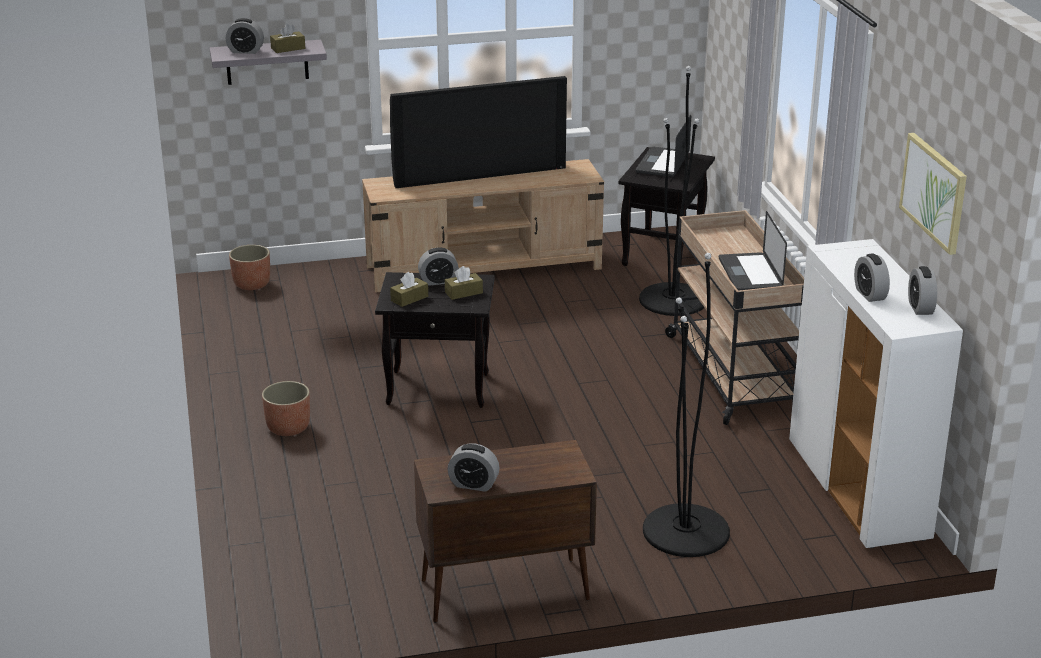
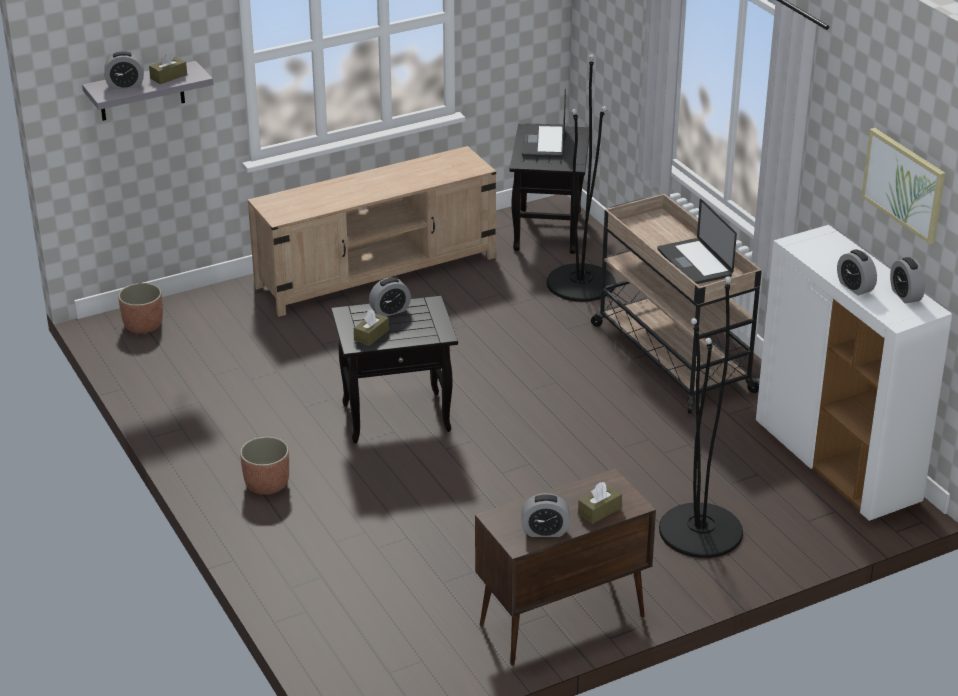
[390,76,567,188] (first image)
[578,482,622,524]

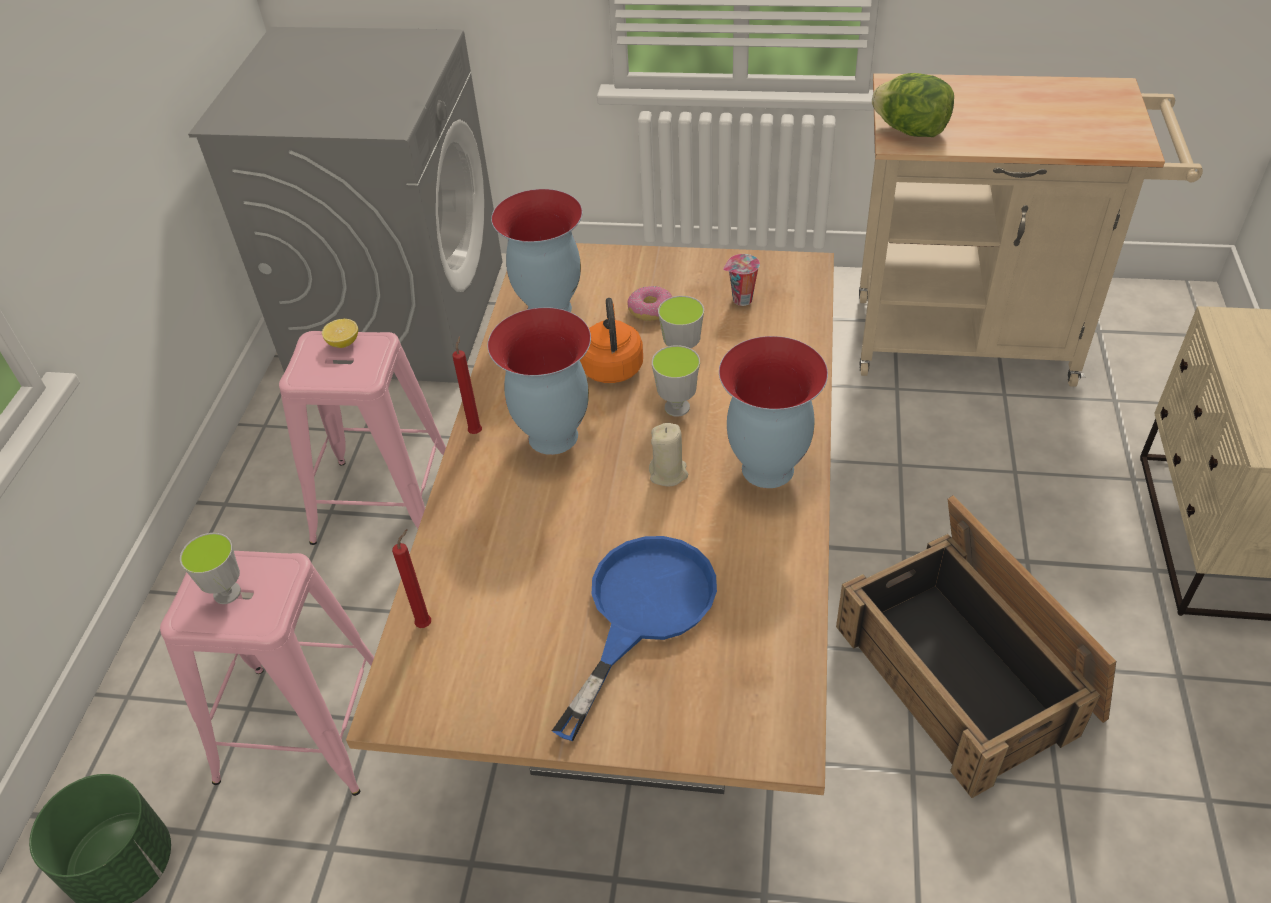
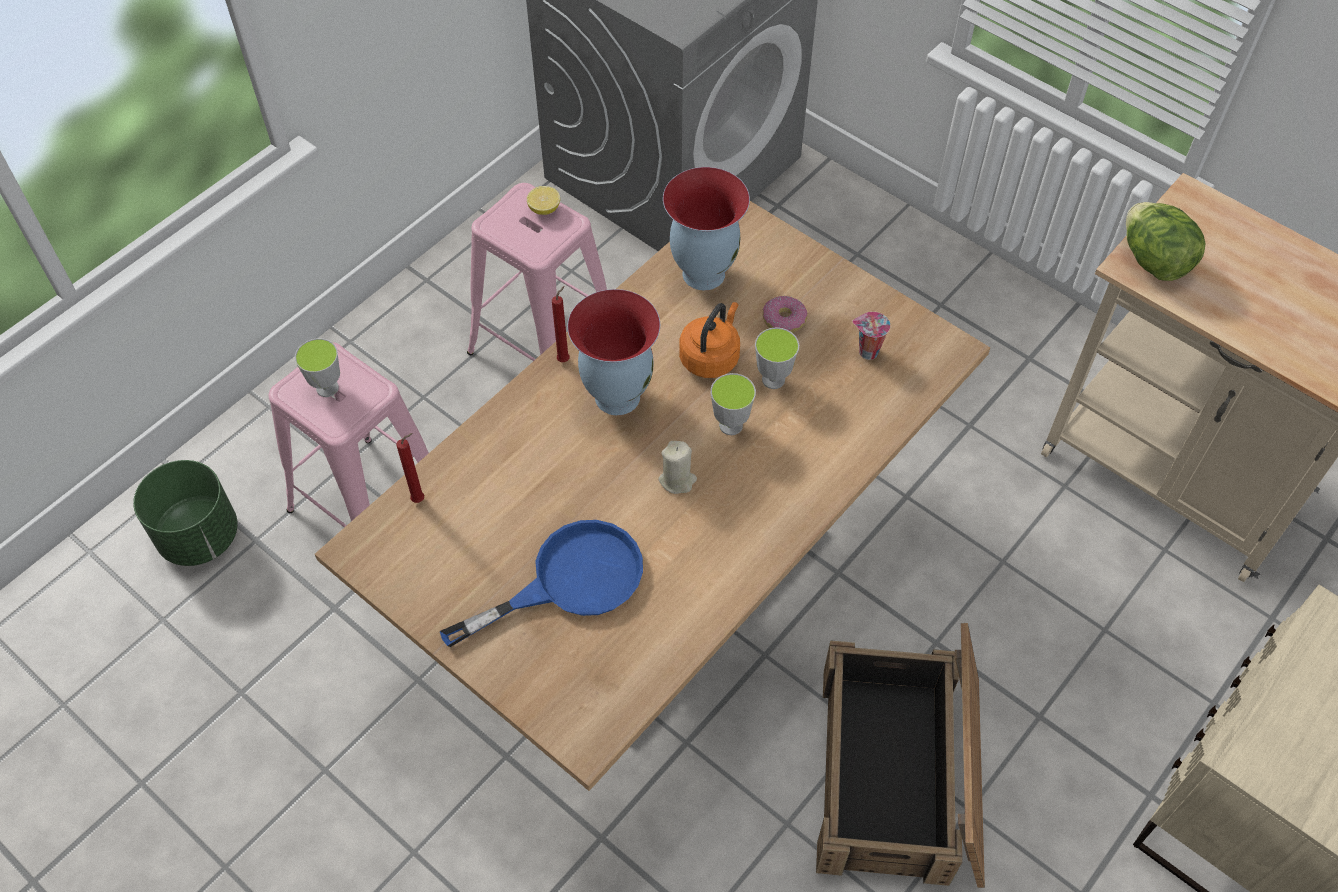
[719,336,828,488] (first image)

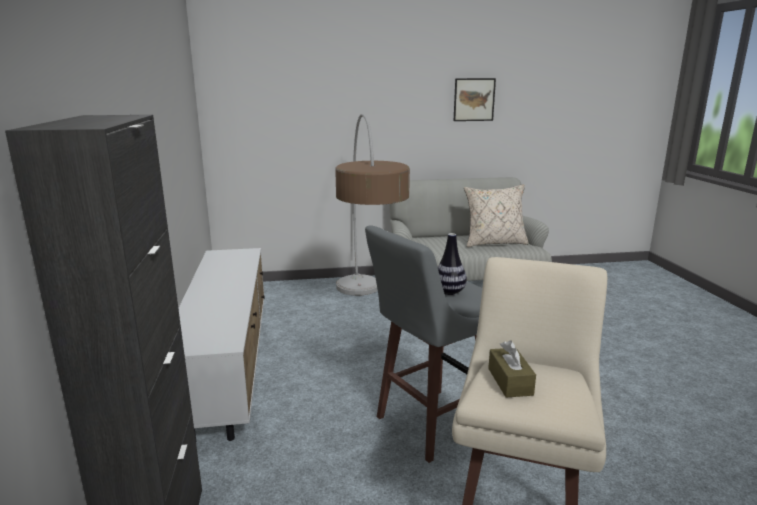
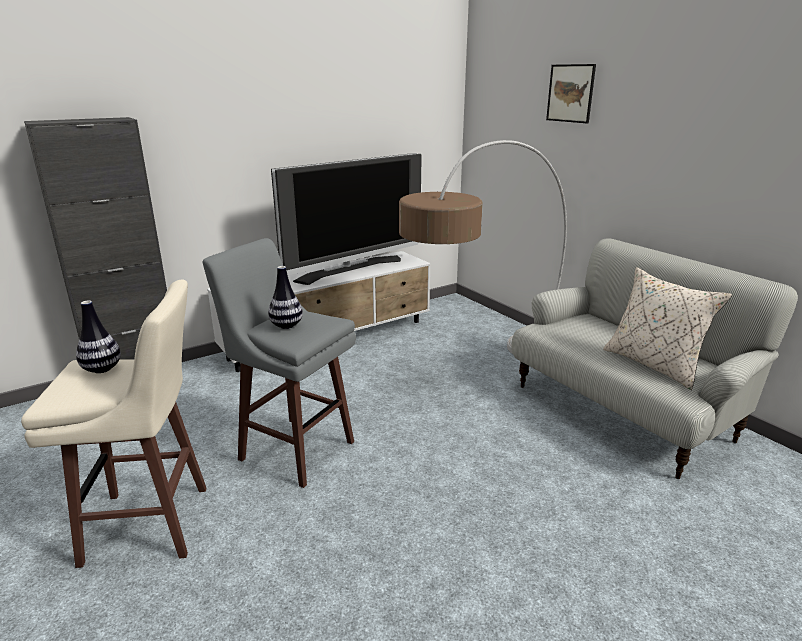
[546,64,596,123]
[76,300,121,373]
[271,153,422,285]

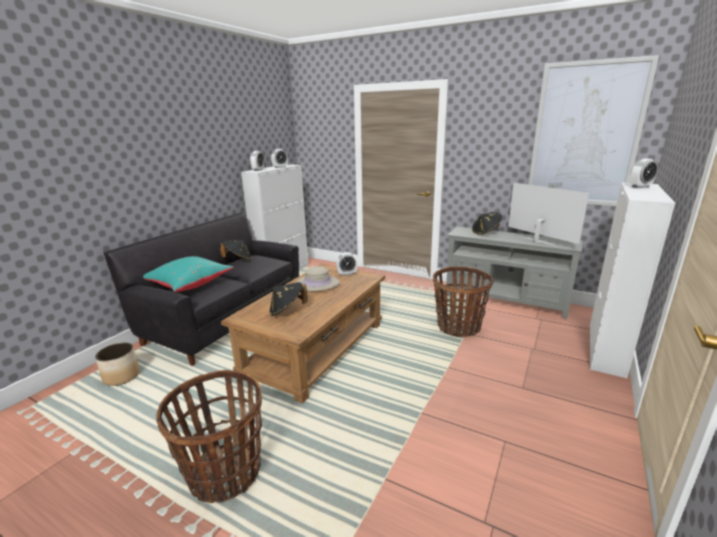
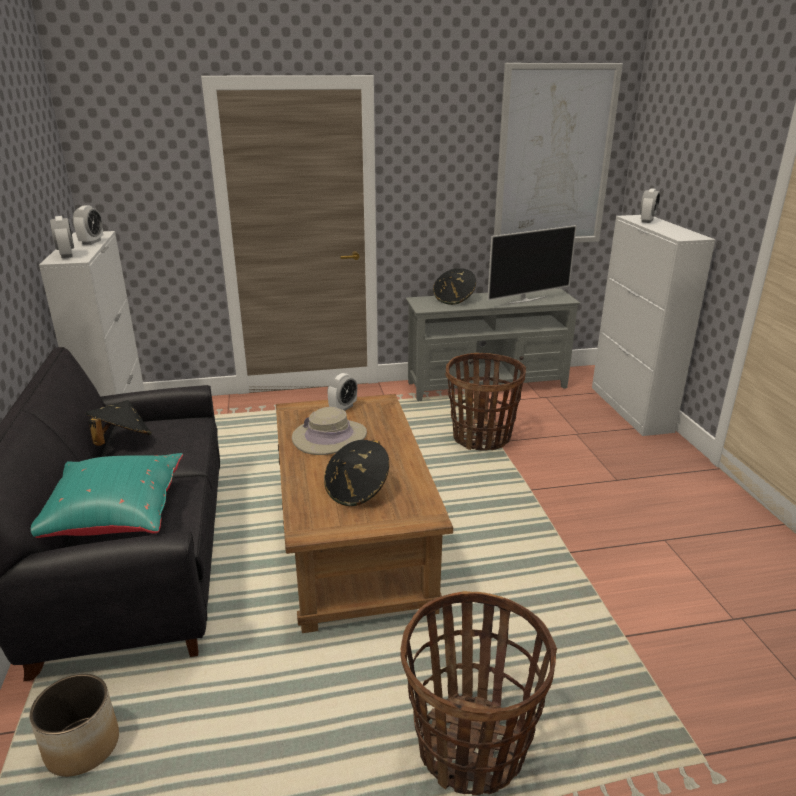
[487,225,576,304]

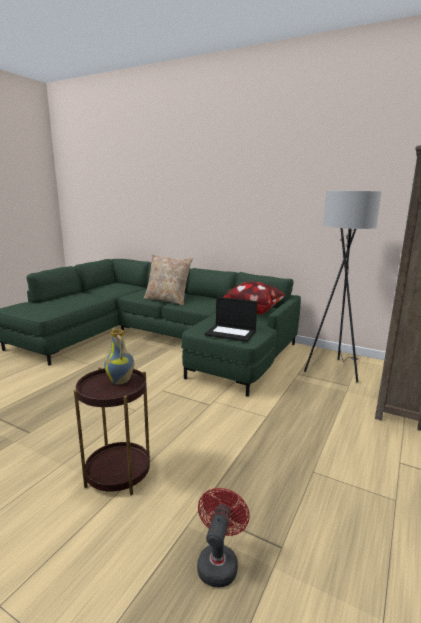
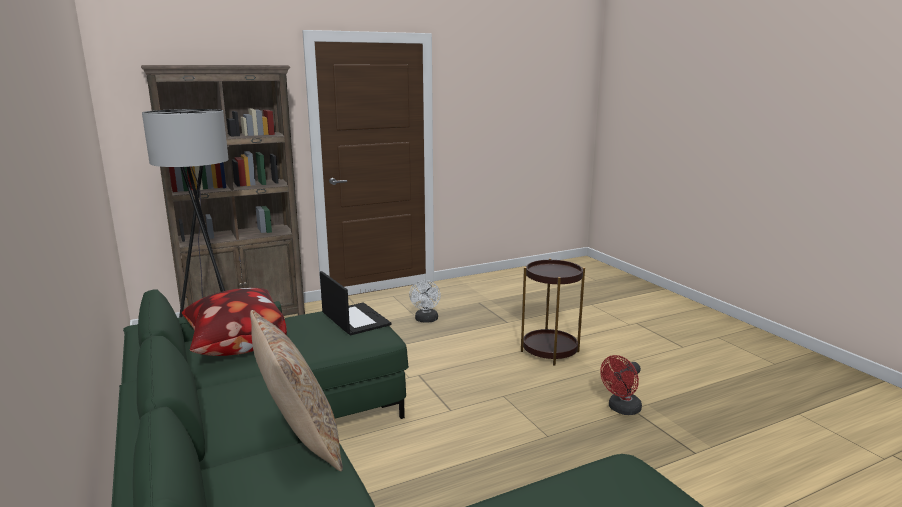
[104,329,135,384] (first image)
[600,355,642,415]
[409,280,441,322]

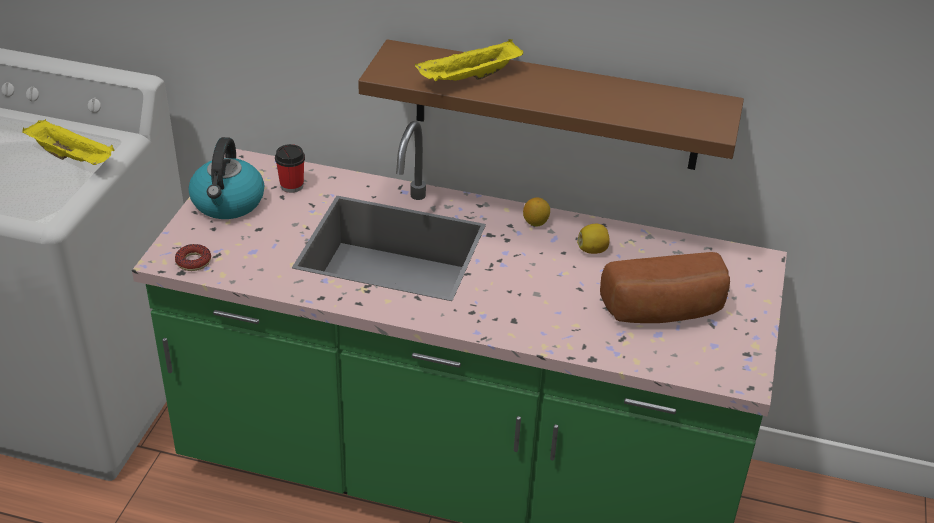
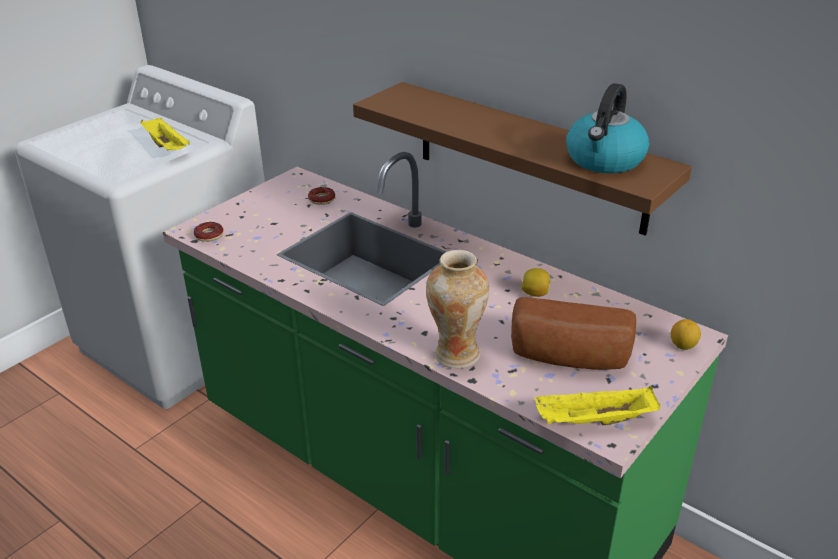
[566,83,649,173]
[308,187,335,205]
[535,386,660,425]
[671,319,701,350]
[426,250,489,369]

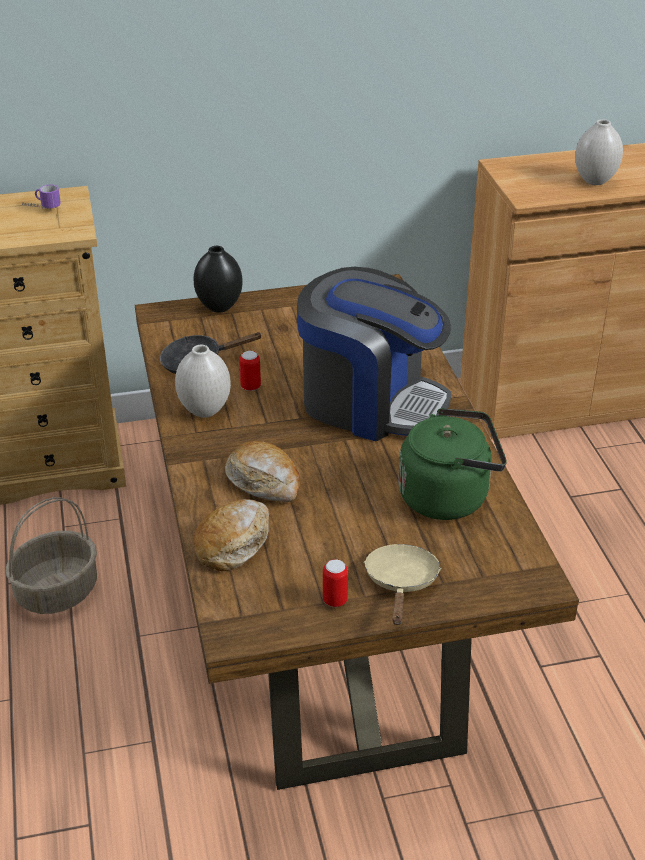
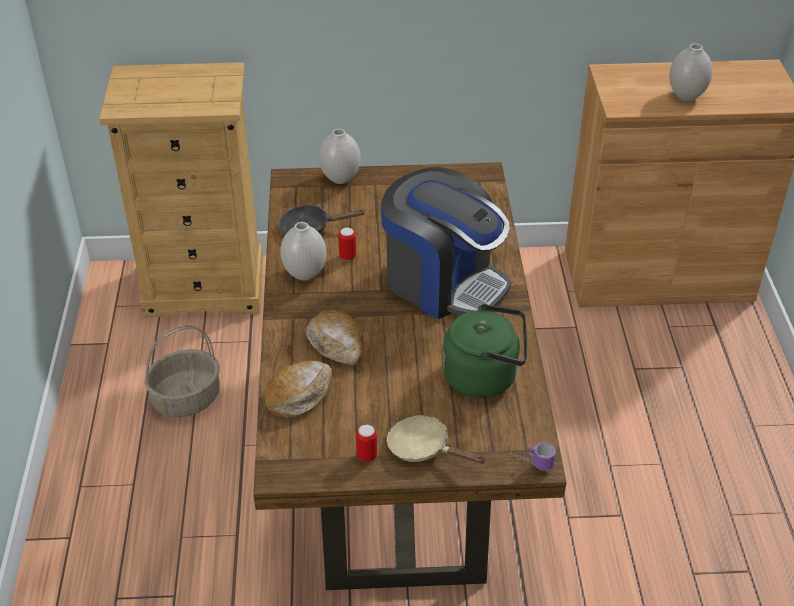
[510,442,556,471]
[319,129,360,184]
[387,415,485,464]

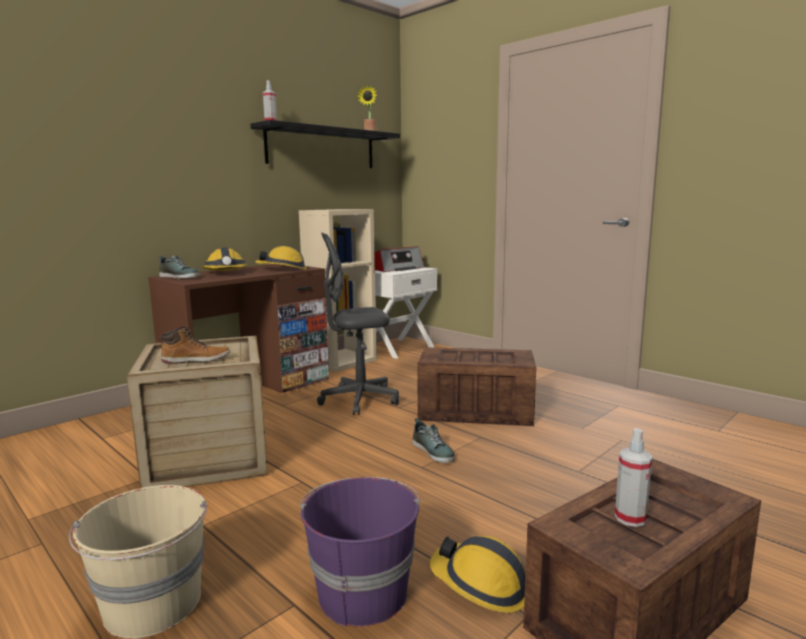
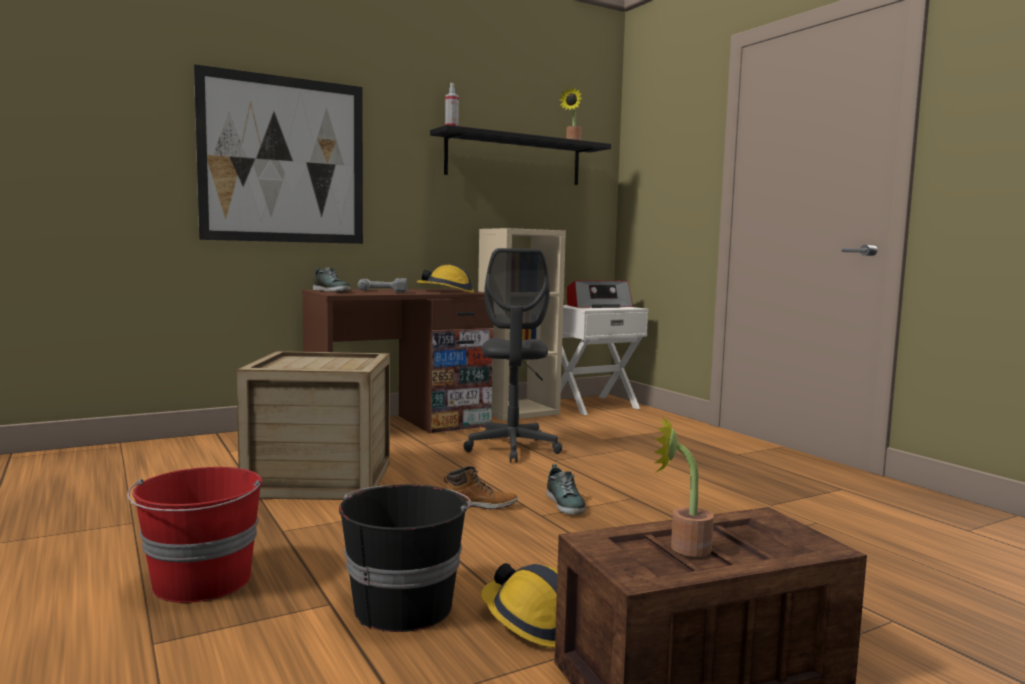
[127,467,262,603]
[444,466,518,509]
[358,278,407,293]
[339,484,471,632]
[463,248,562,462]
[417,347,536,426] (first image)
[654,415,714,557]
[194,64,363,244]

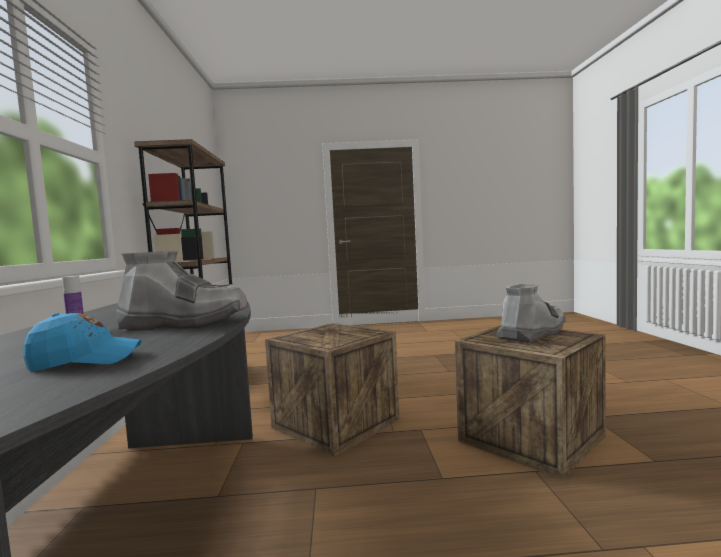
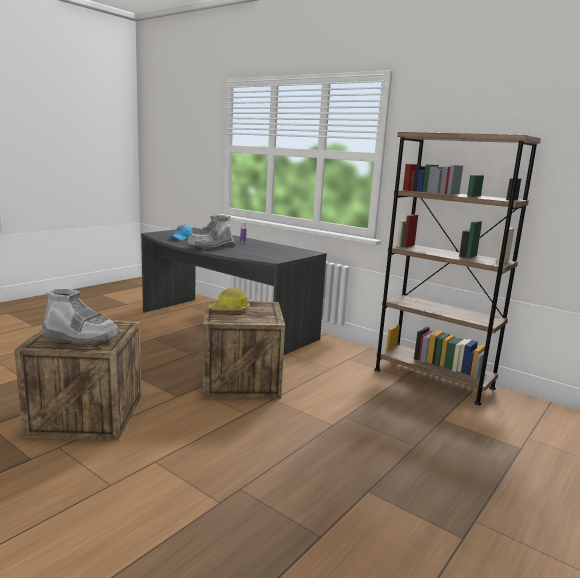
[41,289,120,346]
[208,288,250,310]

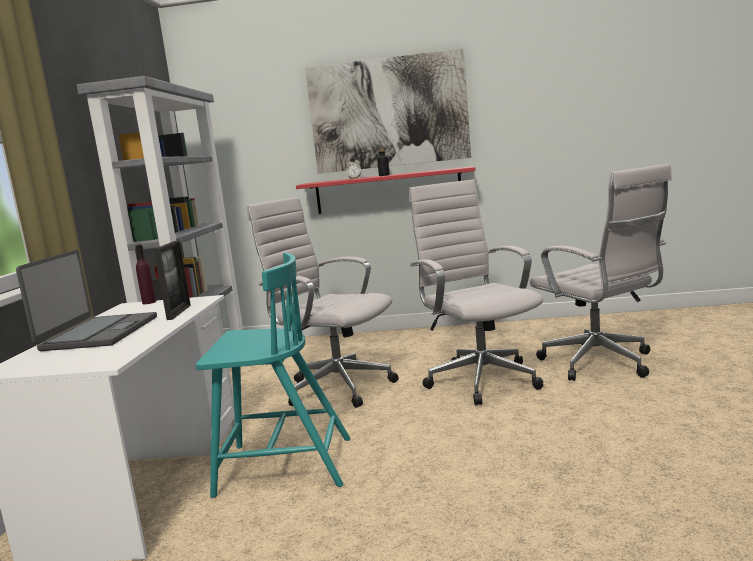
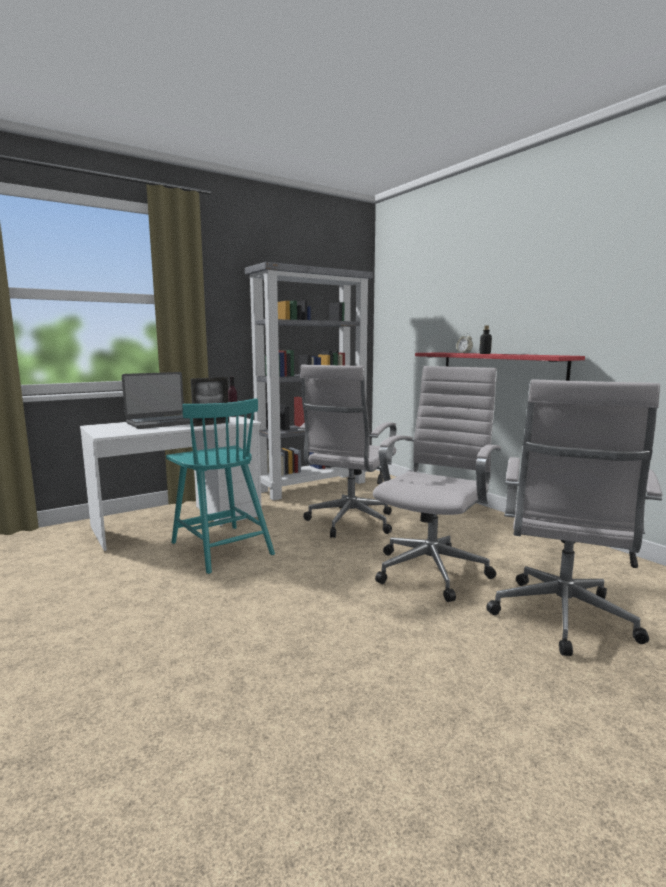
[298,365,397,538]
[305,48,471,173] (first image)

